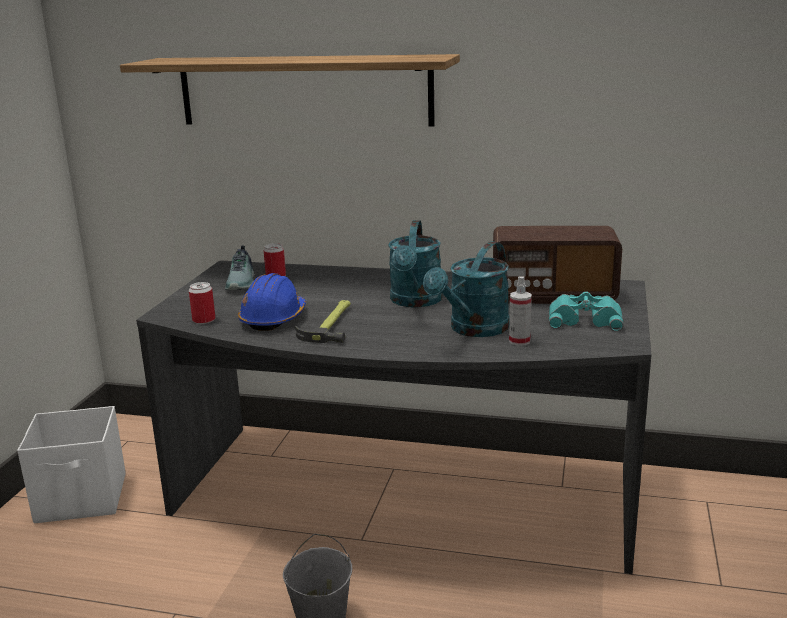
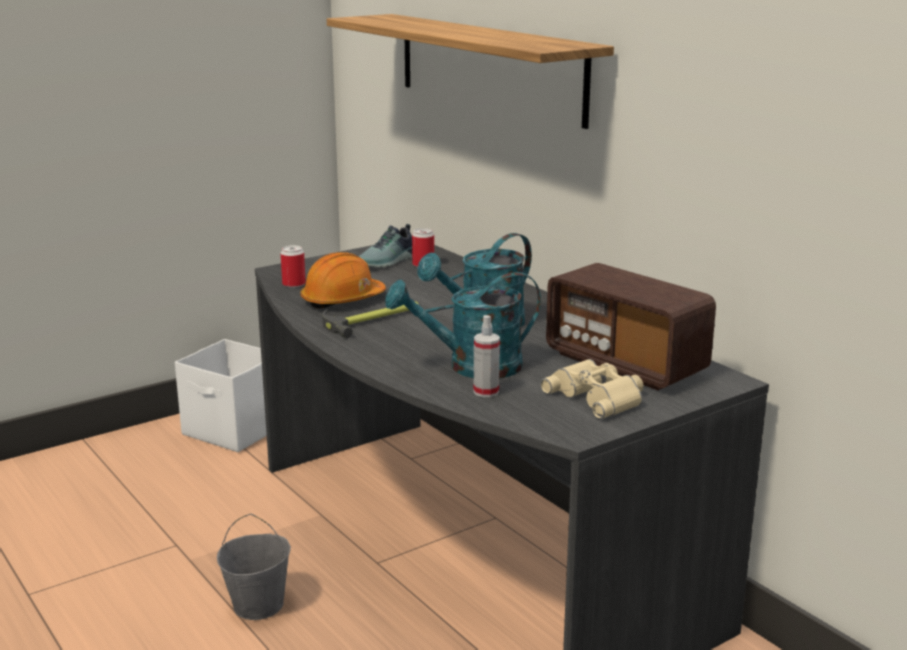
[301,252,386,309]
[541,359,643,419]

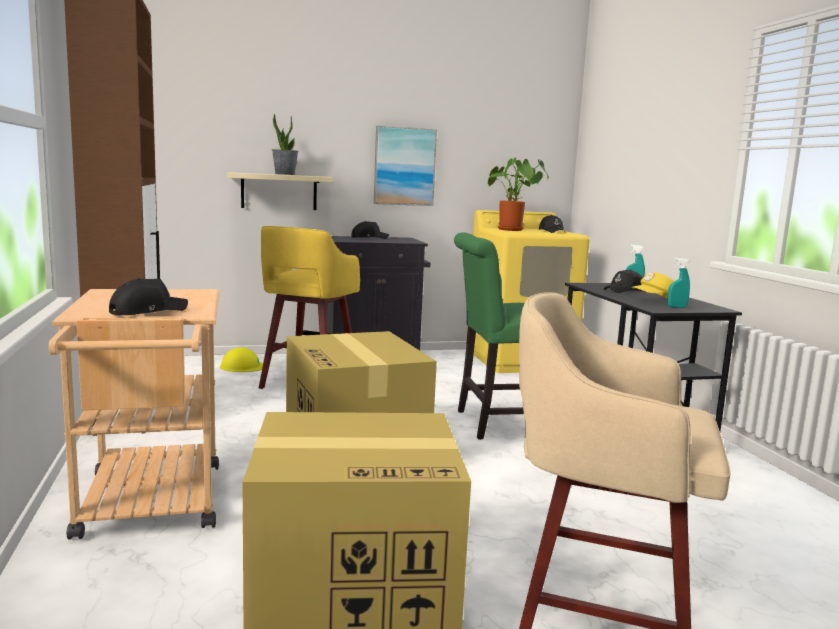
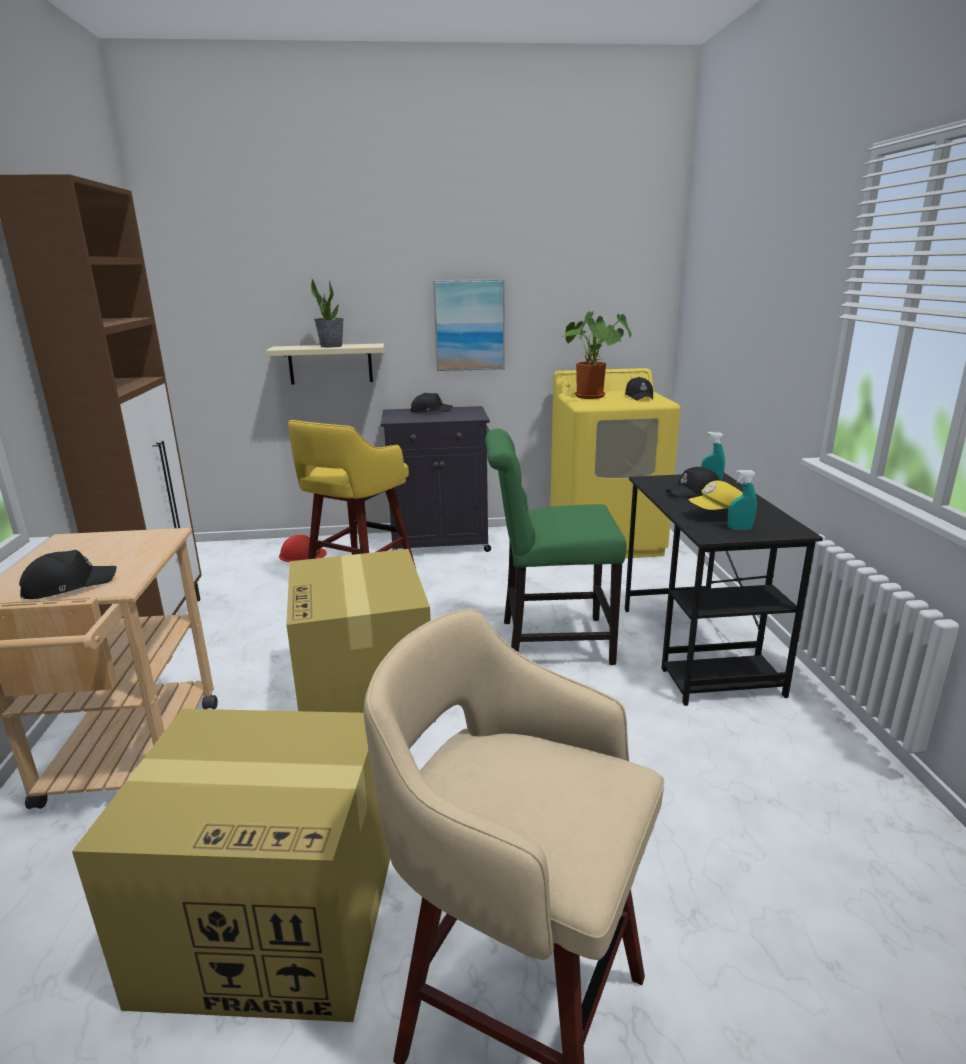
[279,535,327,562]

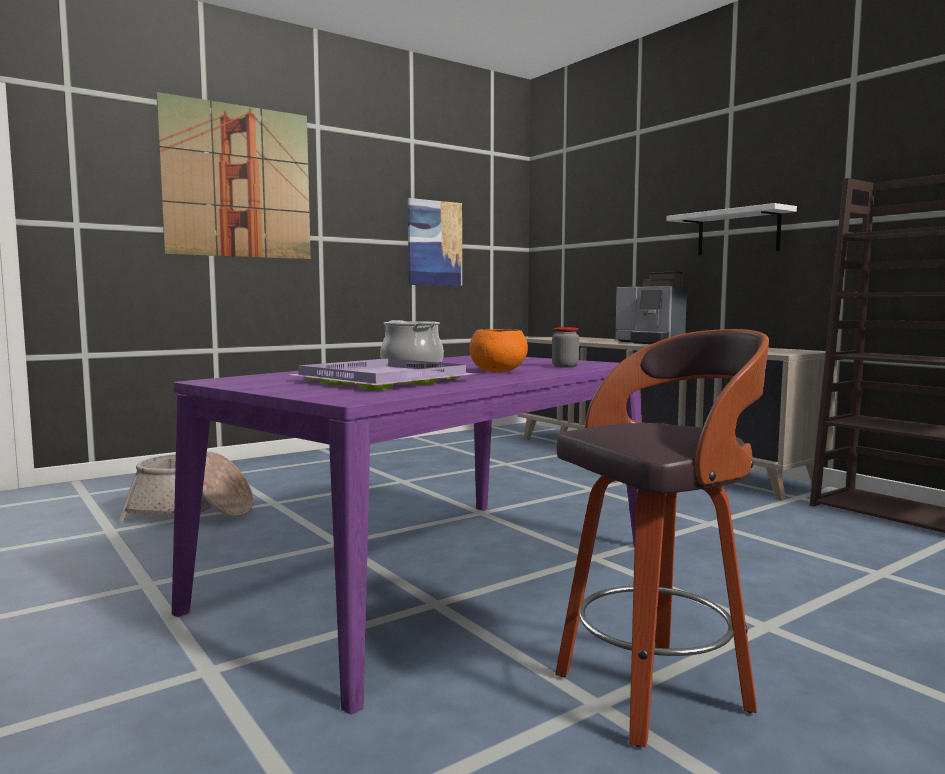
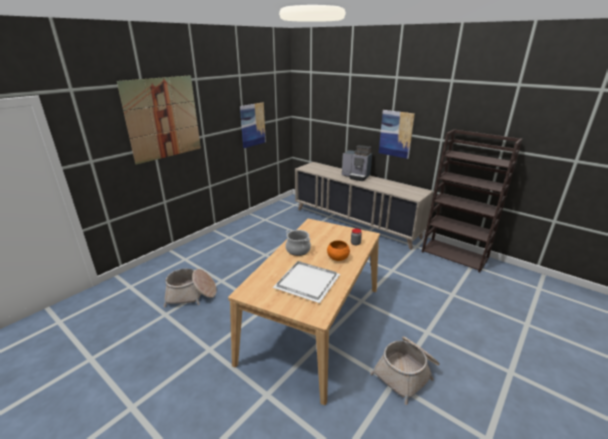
[228,219,380,405]
[273,261,340,303]
[370,336,440,405]
[379,110,415,159]

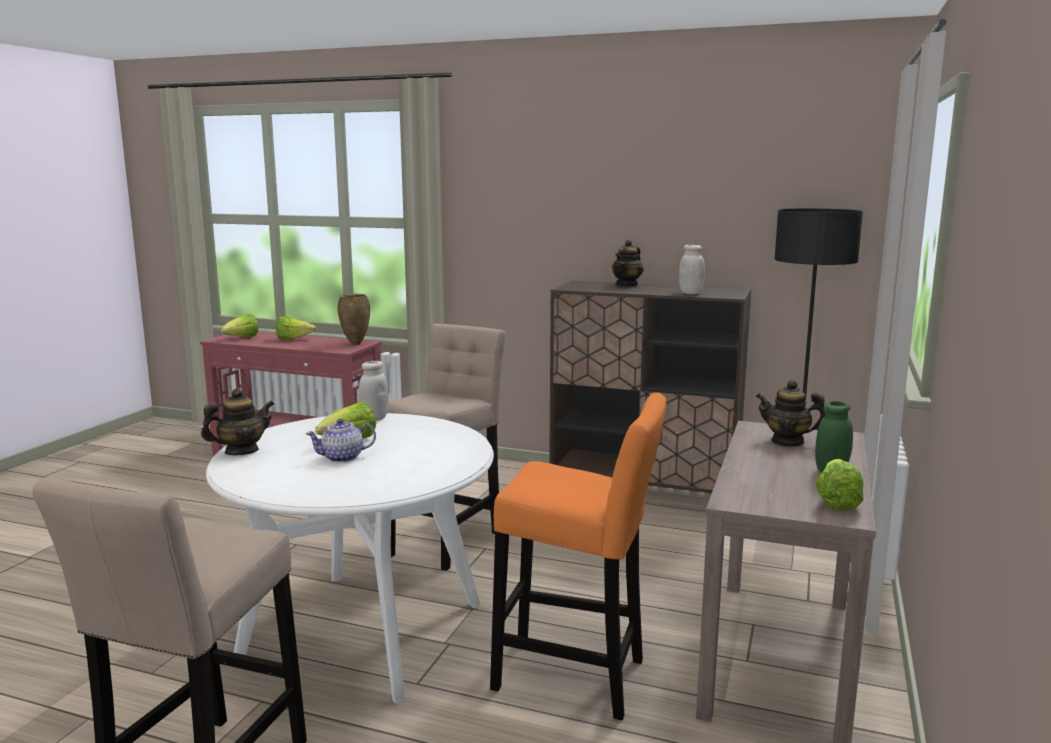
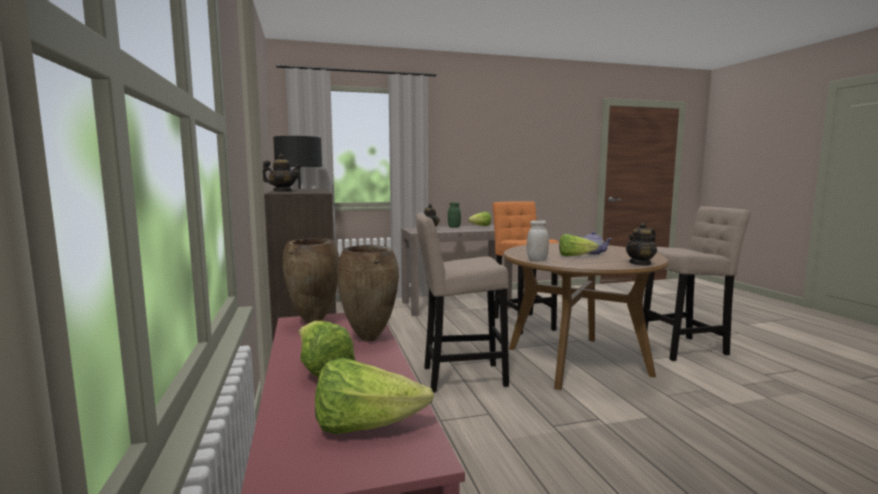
[626,222,657,266]
[503,243,669,390]
[679,244,705,294] (first image)
[337,245,399,341]

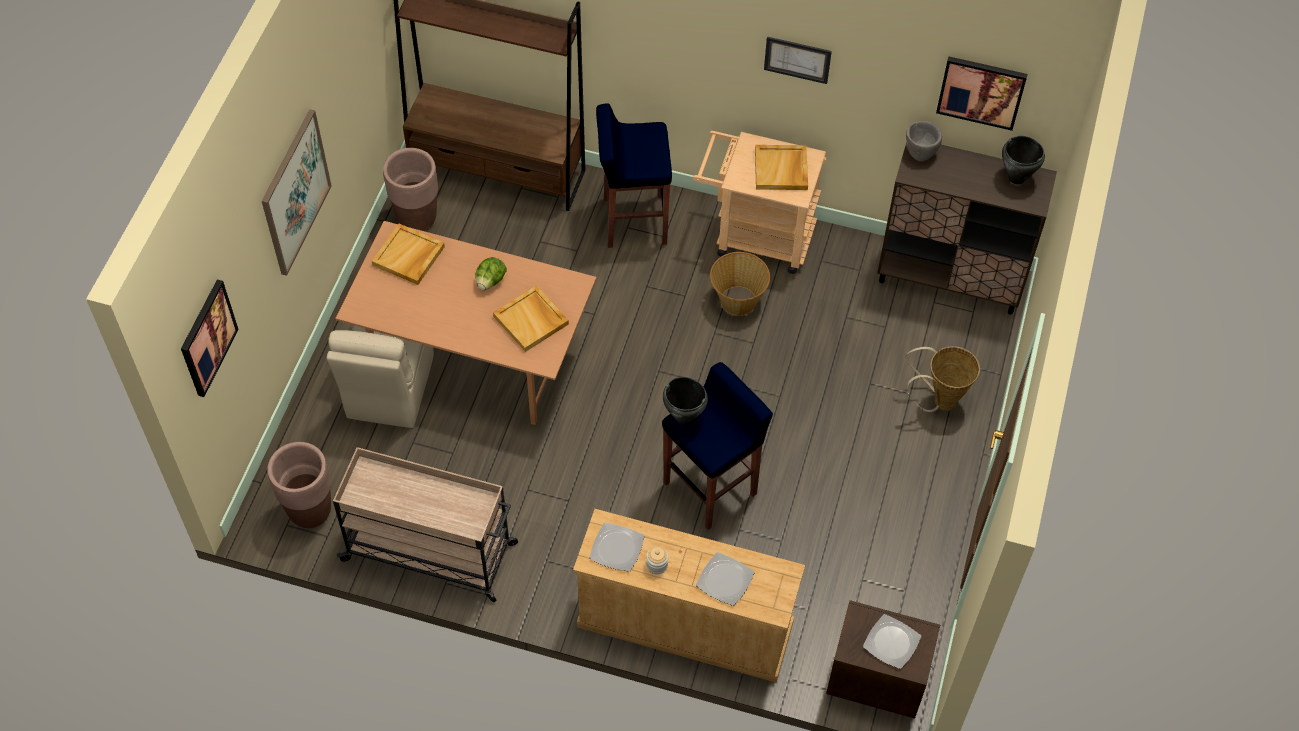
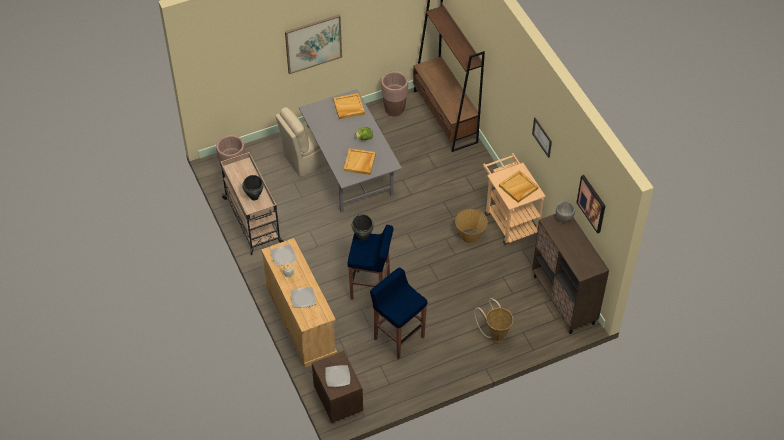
[181,280,239,397] (first image)
[299,89,402,212]
[370,267,427,359]
[242,175,264,201]

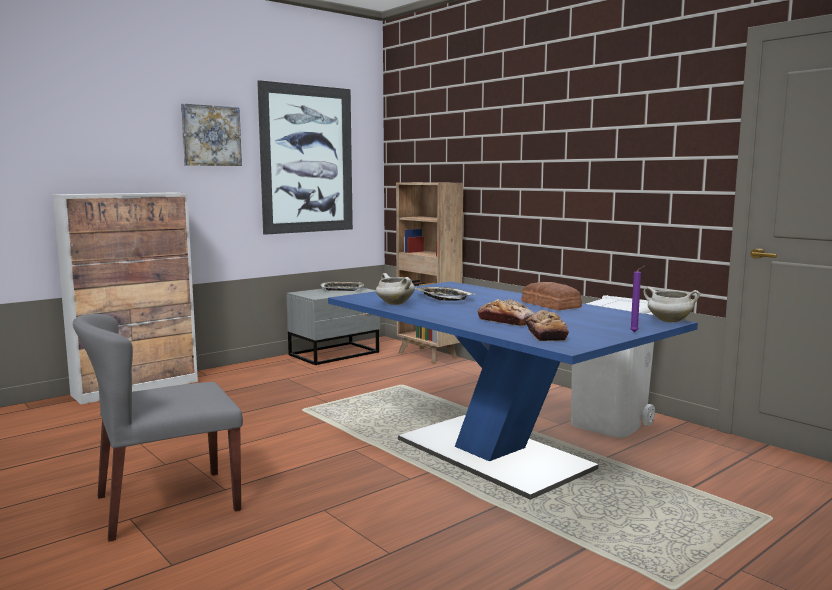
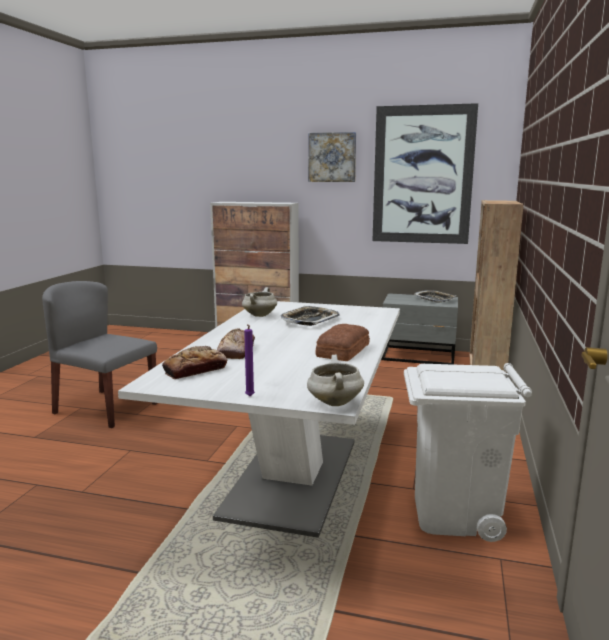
[118,301,400,538]

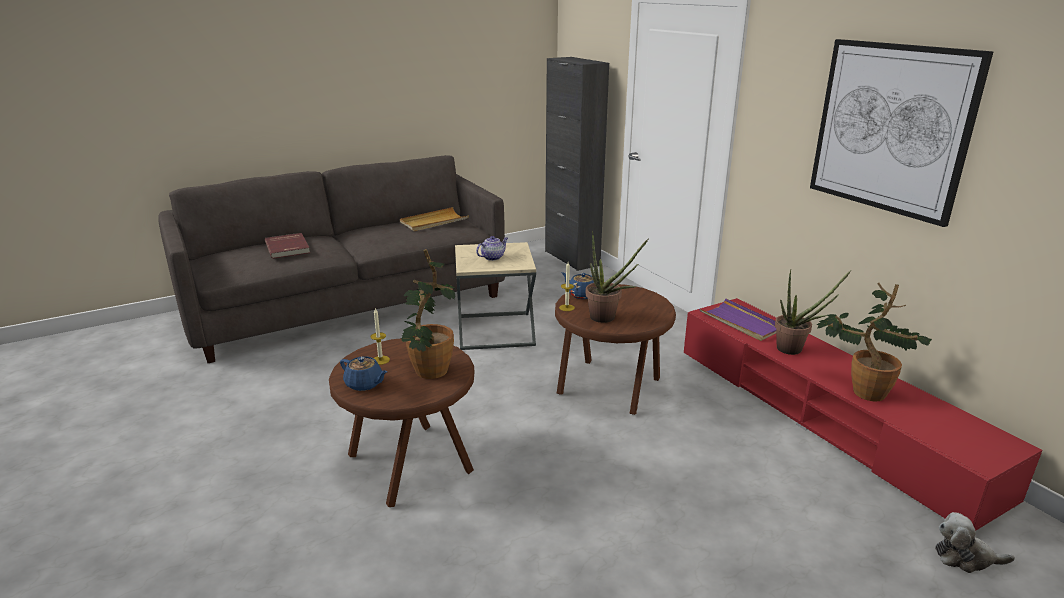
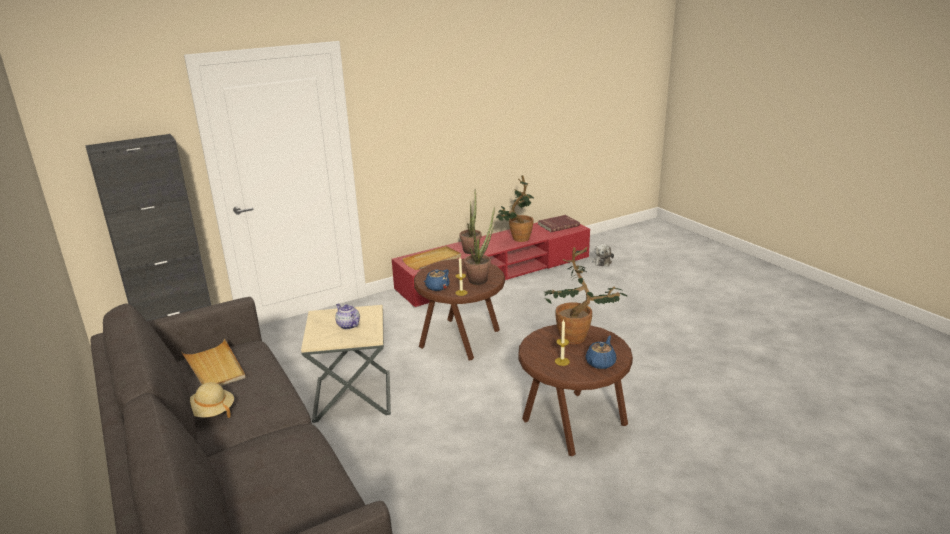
[538,215,580,232]
[402,246,461,270]
[810,39,993,227] (first image)
[190,382,234,418]

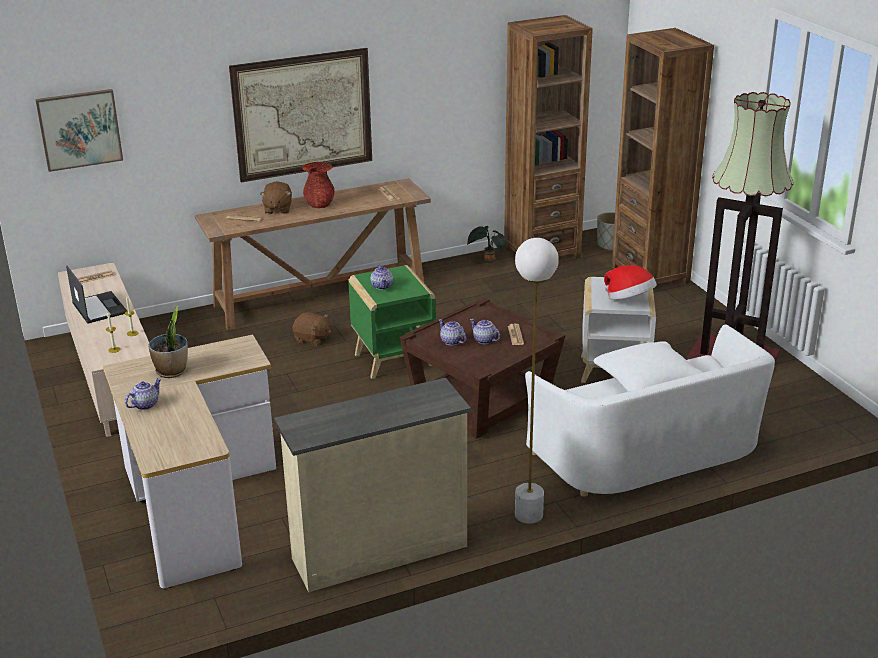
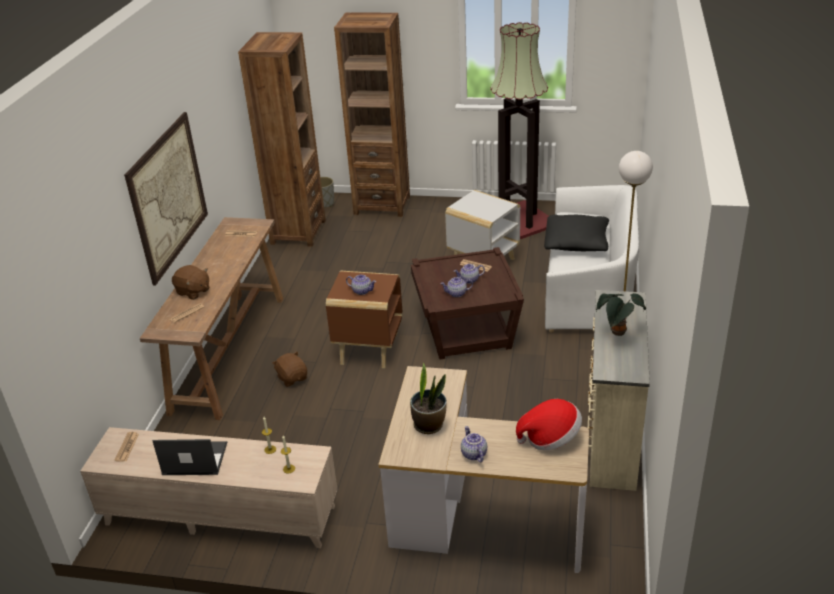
[35,89,123,172] (first image)
[272,351,307,387]
[302,162,335,208] (first image)
[326,270,403,368]
[596,293,646,336]
[544,215,609,251]
[516,399,582,450]

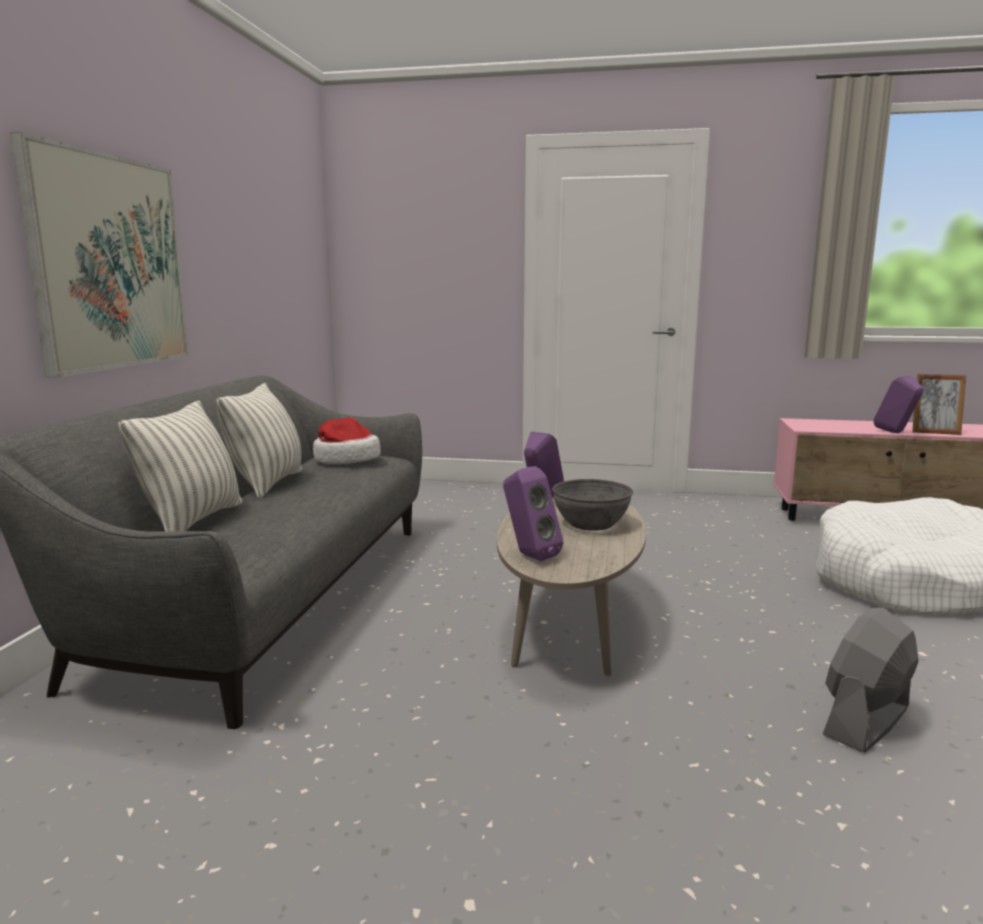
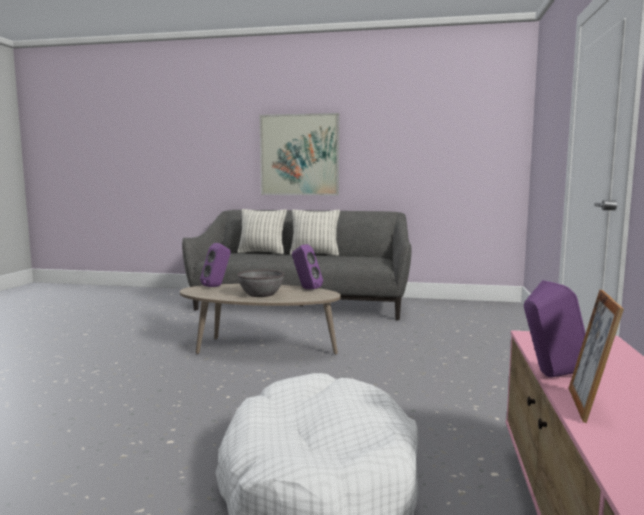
[313,417,381,464] (first image)
[823,608,919,753] (first image)

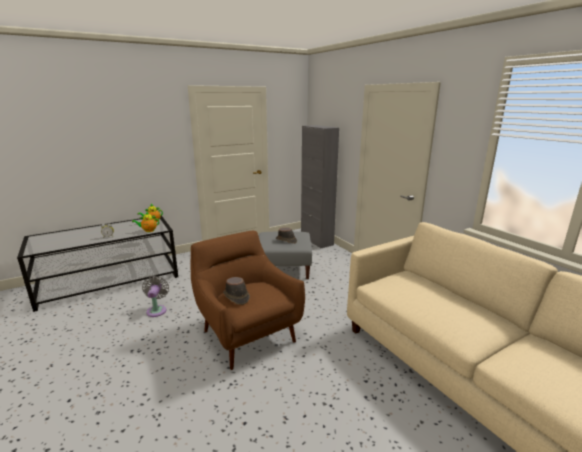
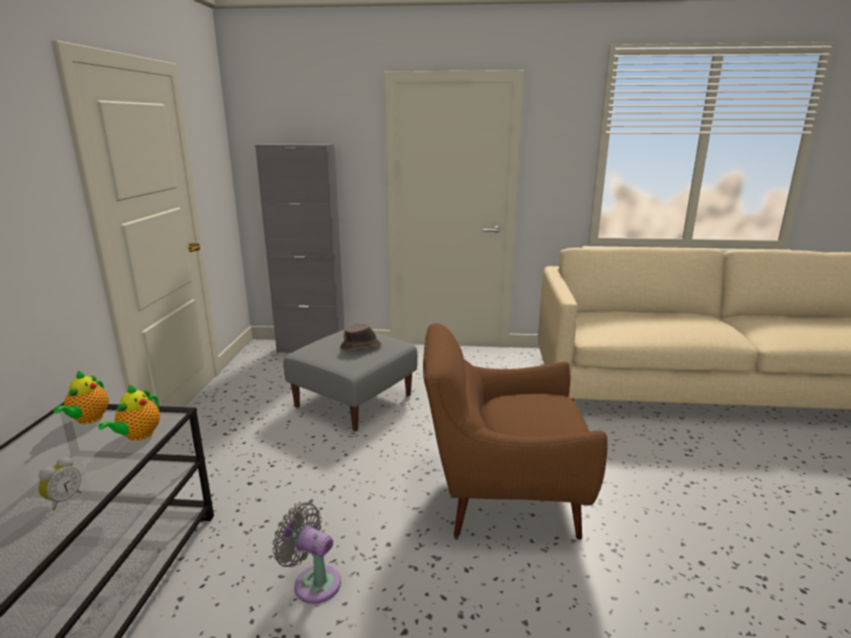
[223,277,250,305] (first image)

